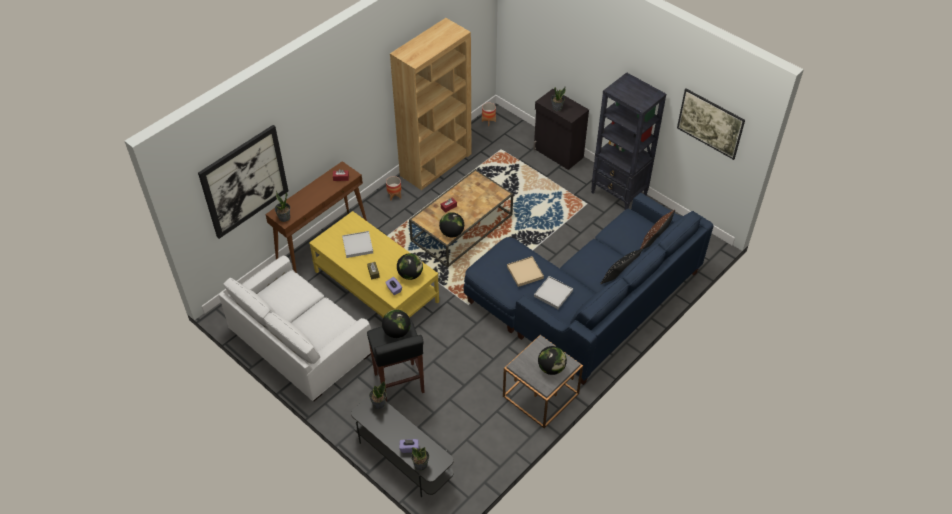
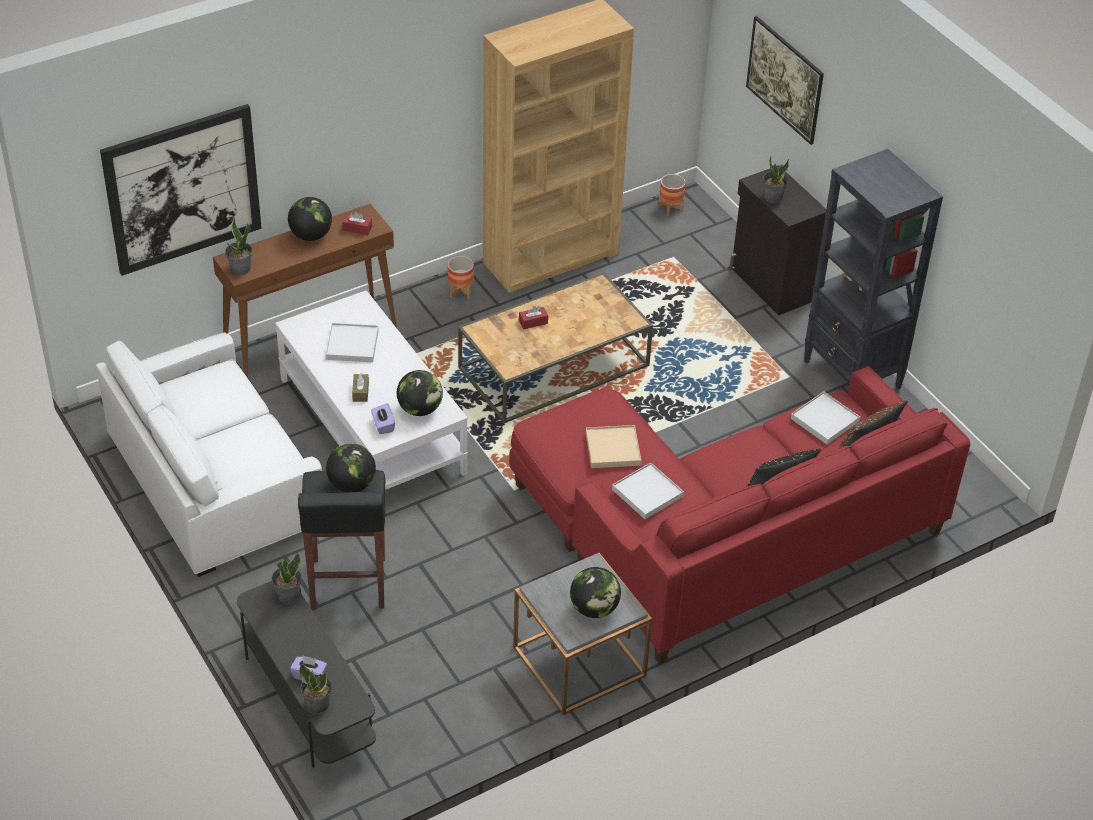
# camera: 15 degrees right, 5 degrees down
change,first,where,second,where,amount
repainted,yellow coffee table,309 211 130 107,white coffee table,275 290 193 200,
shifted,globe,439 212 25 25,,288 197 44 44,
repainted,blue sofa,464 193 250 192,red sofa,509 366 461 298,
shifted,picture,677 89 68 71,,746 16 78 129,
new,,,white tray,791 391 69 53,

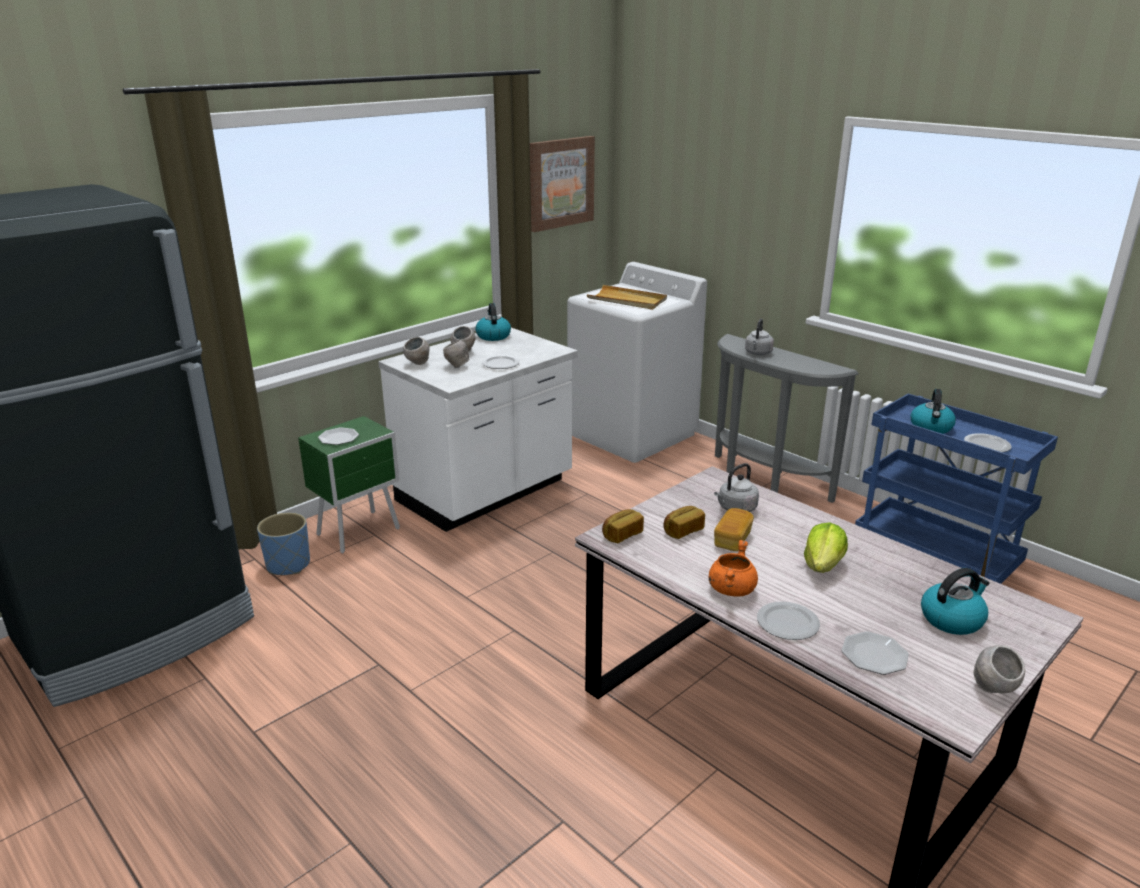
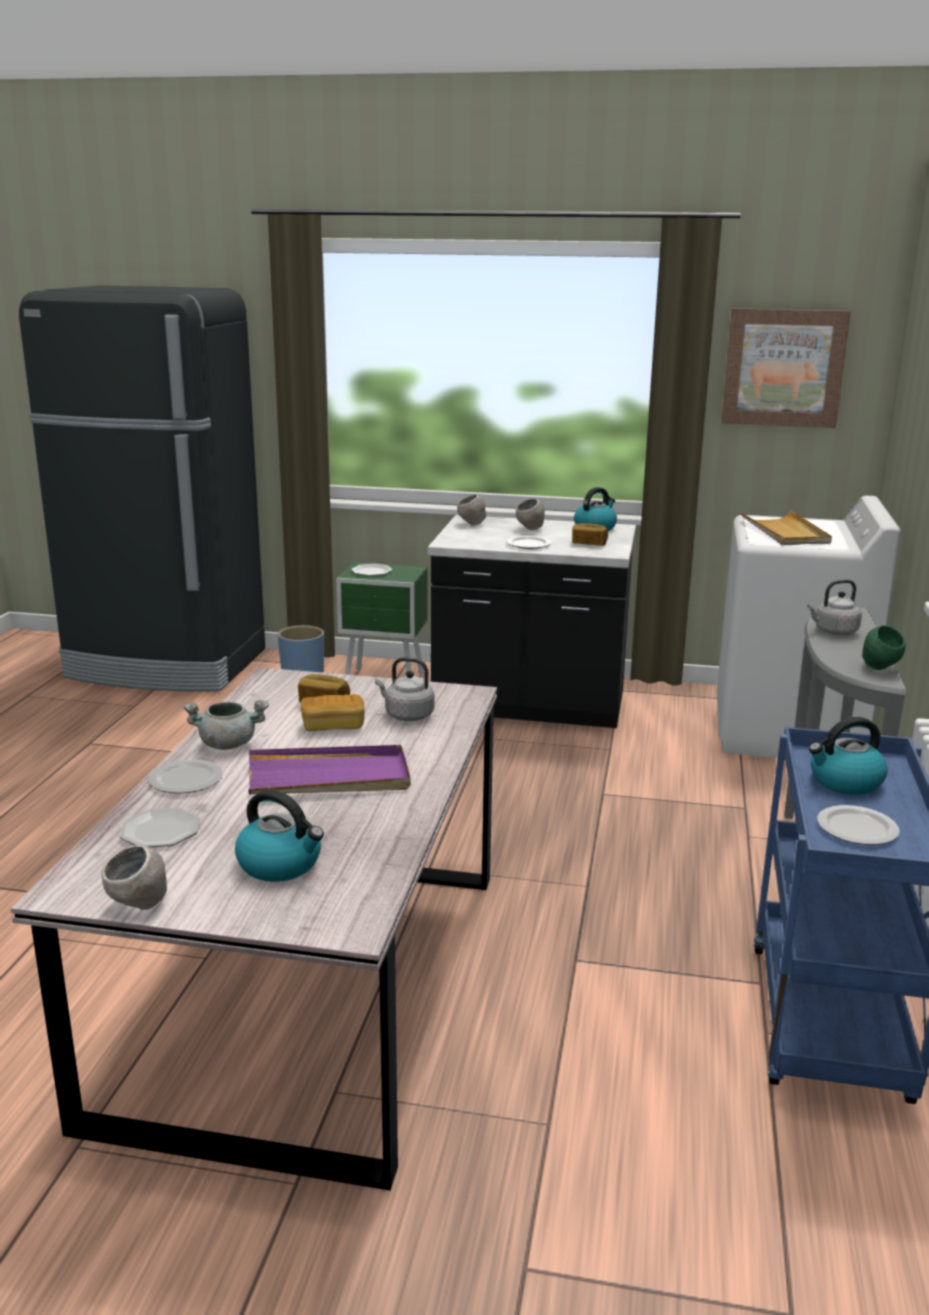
# camera: 55 degrees right, 5 degrees down
change,first,where,second,where,amount
repainted,white counter,378 328 200 204,black counter,428 515 208 213,
gone,grey bowl,443 340 27 28,,,
shifted,bread,602 509 42 34,,572 523 36 23,
repainted,orange cooking pot,709 540 49 57,grey cooking pot,184 700 85 50,
swapped,lettuce,804 522 44 51,purple tray,248 745 163 50,
new,,,green bowl,862 625 44 45,

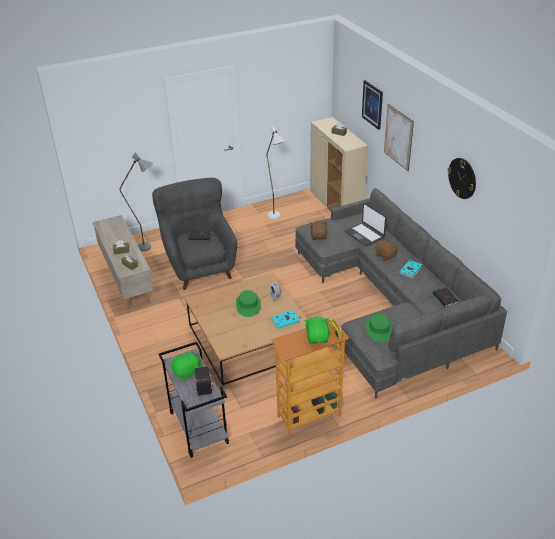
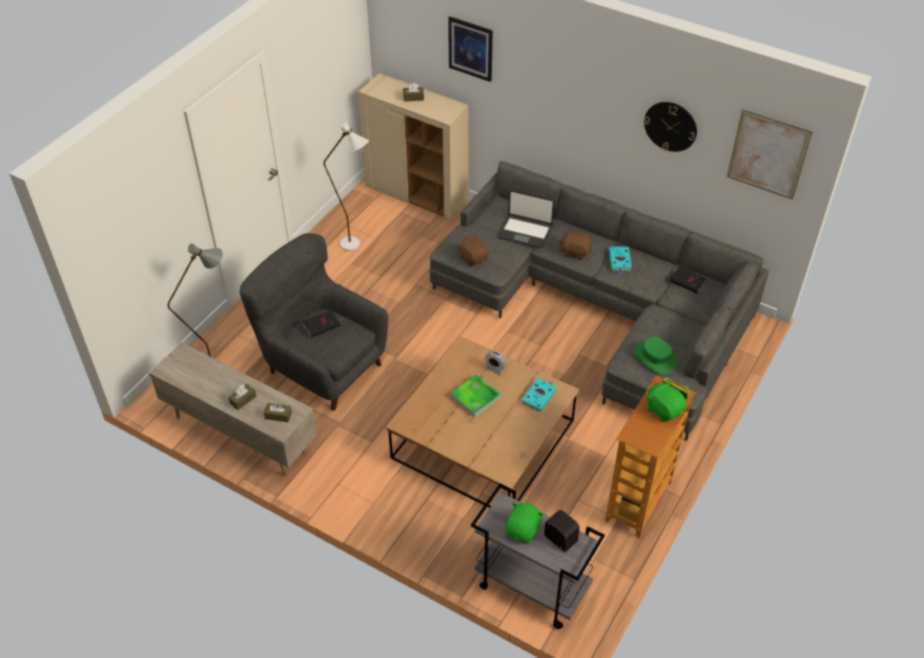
# camera: 35 degrees left, 10 degrees up
change,first,where,second,where,amount
swapped,green hat,236 290 25 27,tray,450 374 51 44,
shifted,picture,384 104 30 67,,727 110 85 90,

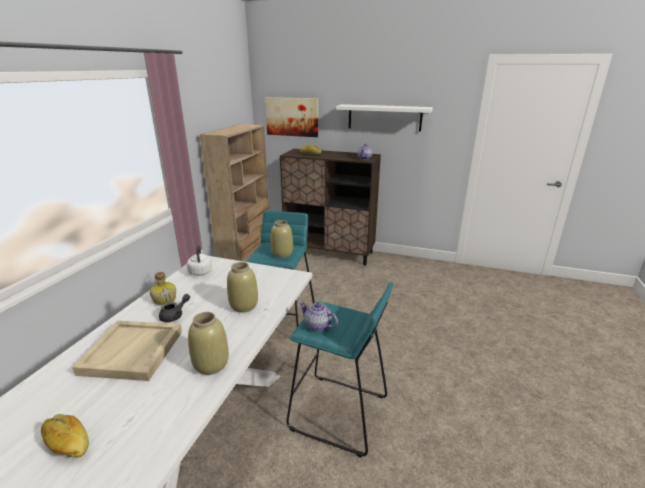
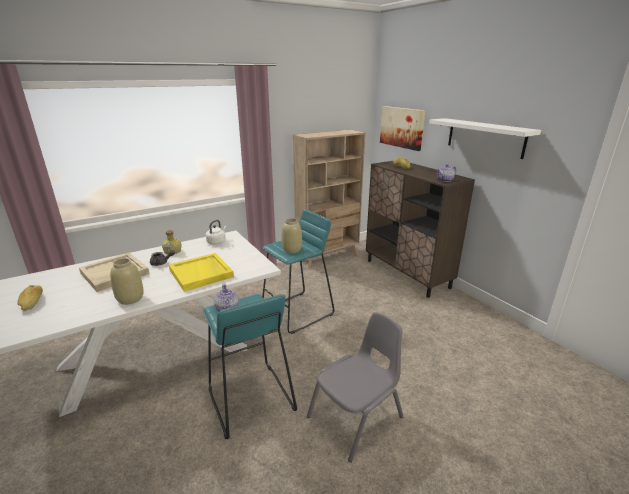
# camera: 40 degrees right, 0 degrees up
change,first,where,second,where,amount
swapped,beige vase,227 262 31 51,yellow tray,169 253 65 39,
new,,,grey chair,307 312 97 150,

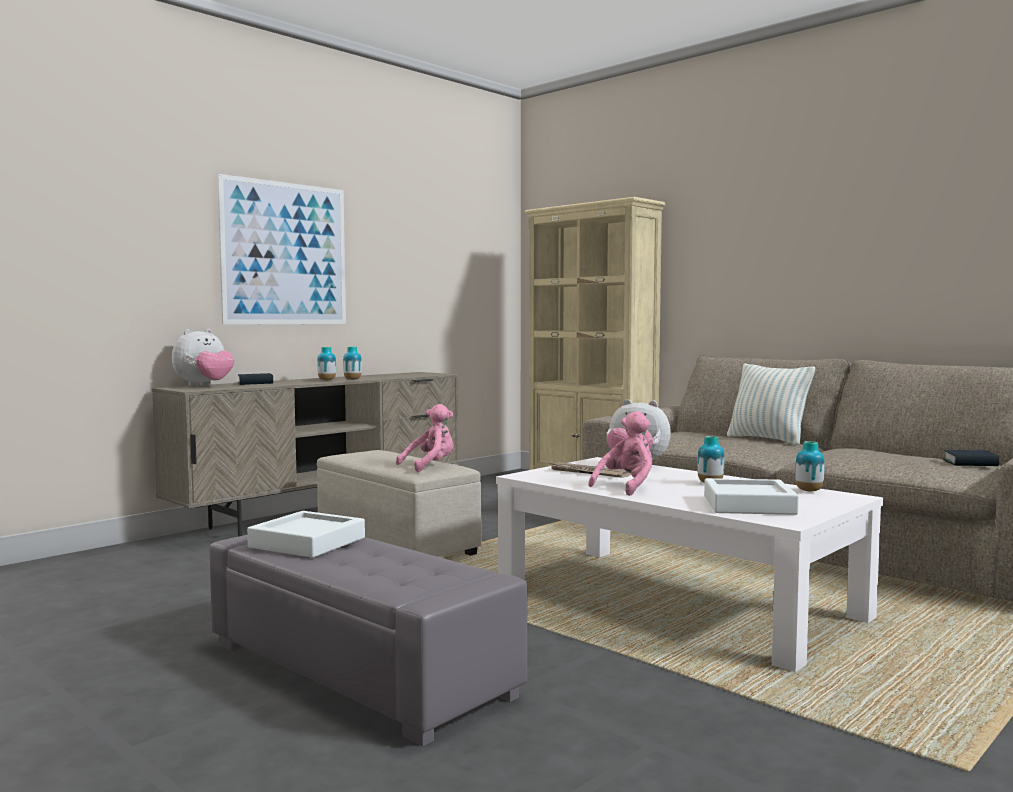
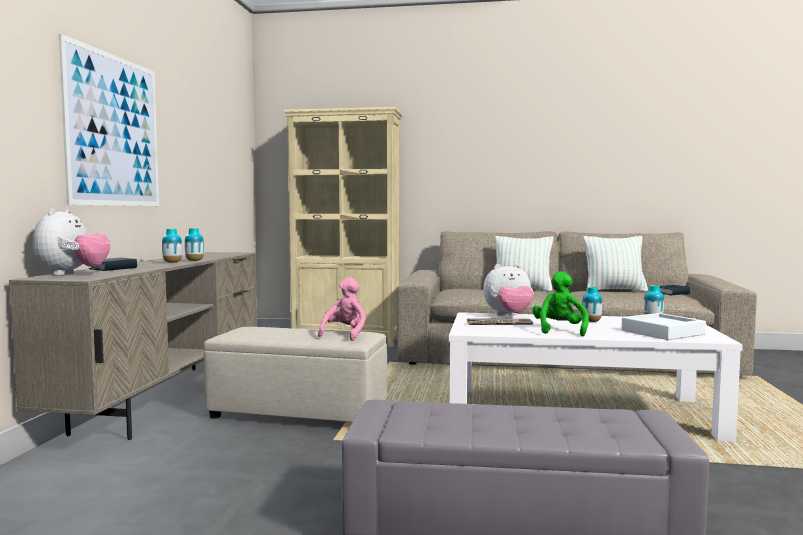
# camera: 35 degrees left, 0 degrees up
change,first,where,second,where,amount
gone,white tray,247 511 118 47,,,
repainted,pink plush toy,588 411 64 85,green plush toy,532 271 57 65,
new,,,pillow,583 236 65 56,

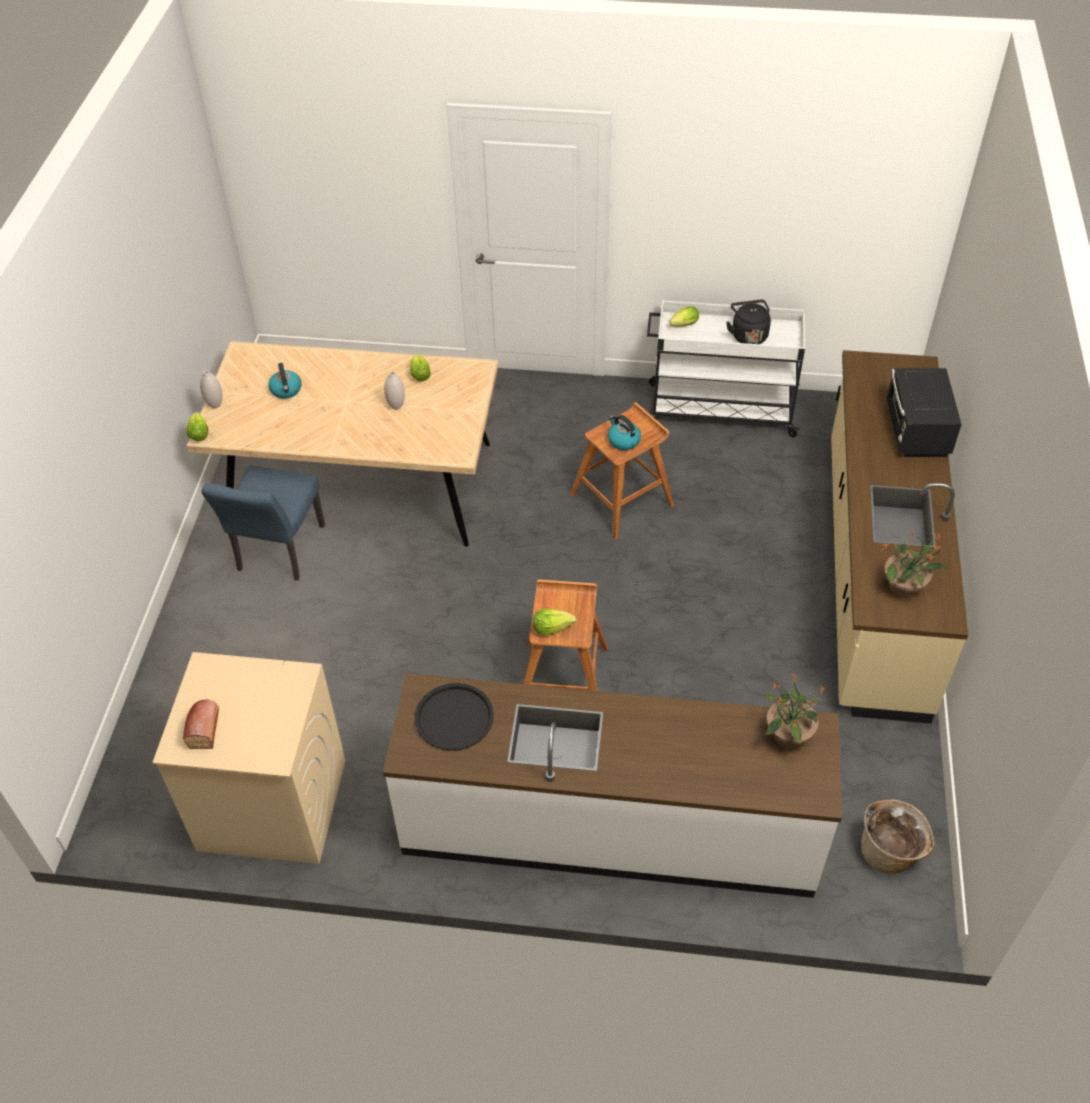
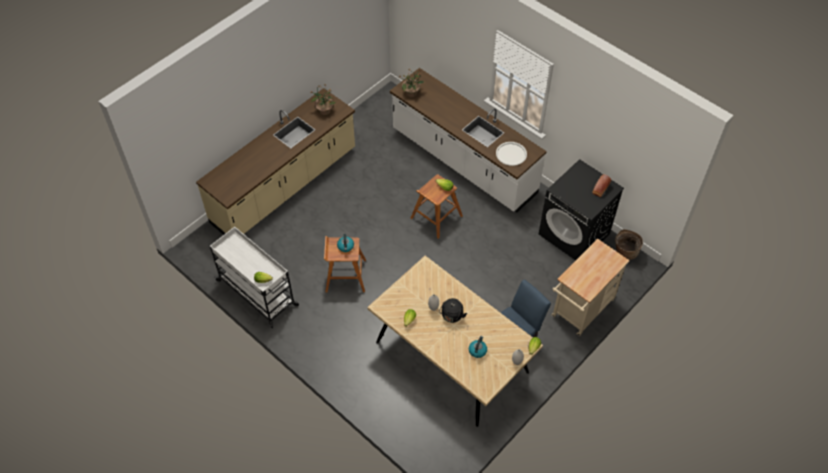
# camera: 145 degrees left, 5 degrees up
change,first,where,second,where,amount
repainted,beige washing machine,152 652 194 212,black washing machine,539 159 85 101,
repainted,black tray,415 683 79 67,white tray,496 142 31 24,
shifted,black kettle,726 300 45 44,,439 298 28 25,
shifted,basket,861 799 73 75,,615 229 28 31,
gone,black microwave,886 368 76 89,,,
new,,,beige cart,551 239 79 97,

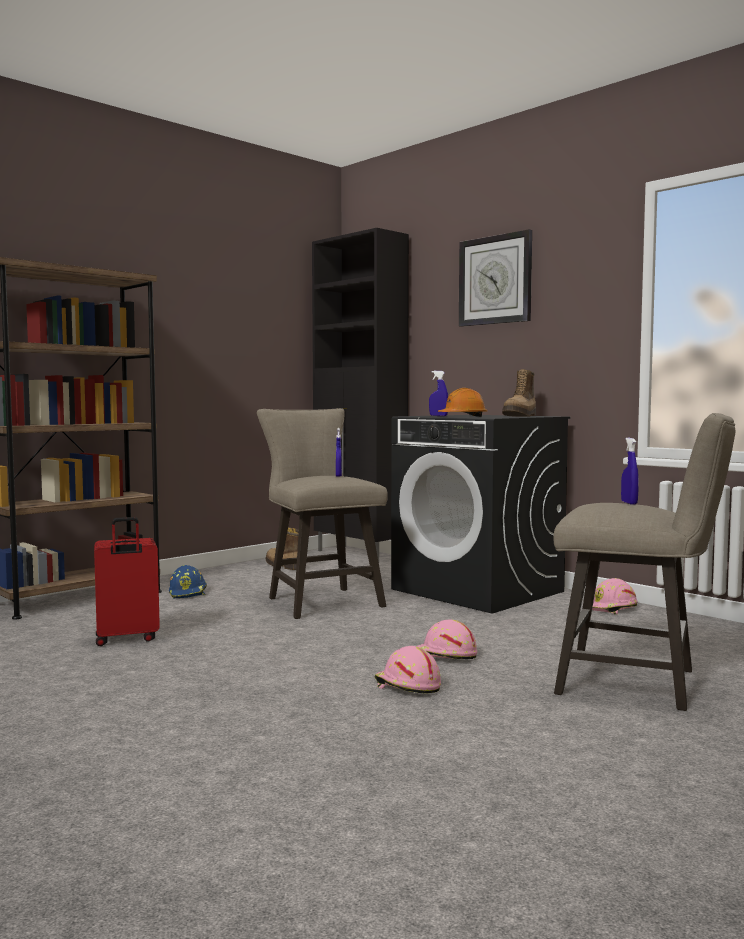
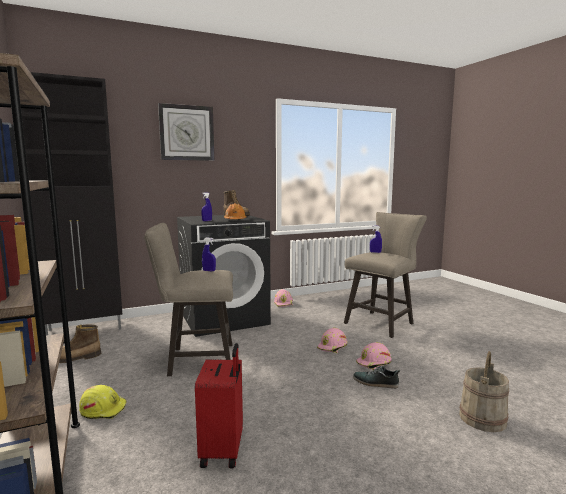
# camera: 70 degrees left, 5 degrees up
change,first,where,second,where,amount
repainted,blue hard hat,169 565 38 33,yellow hard hat,79 385 47 34,
new,,,shoe,353 366 47 23,
new,,,beige bucket,459 351 50 81,

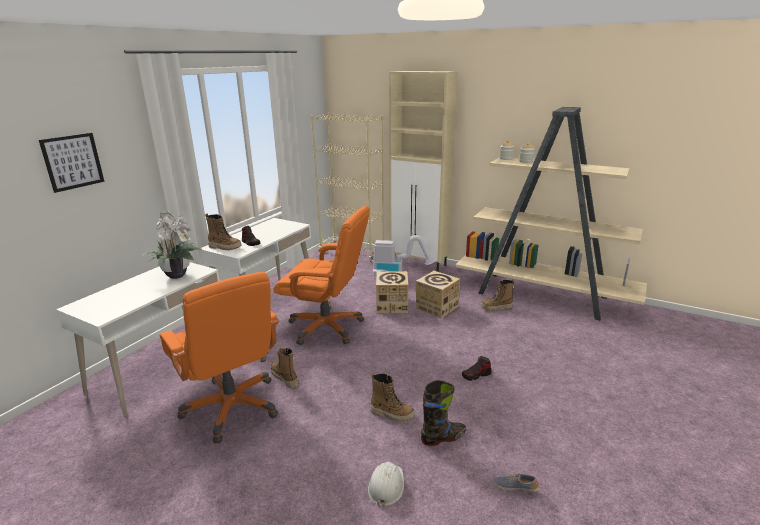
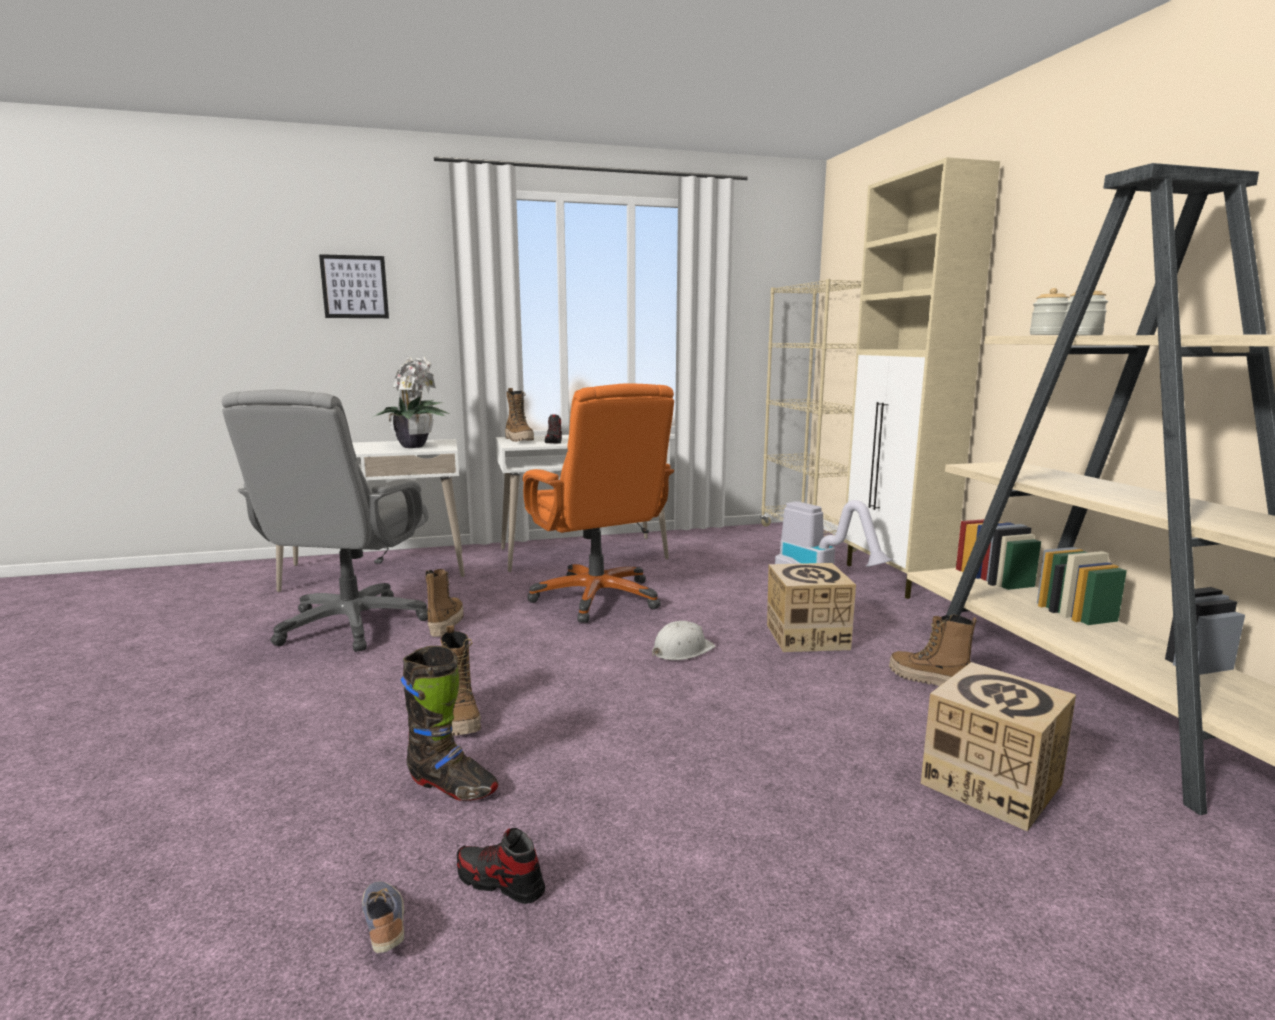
# camera: 45 degrees right, 10 degrees down
change,first,where,second,where,amount
repainted,orange office chair,159 272 120 171,grey office chair,222 389 206 263,
shifted,white hard hat,368 461 36 46,,652 621 63 39,
shifted,cardboard box,376 271 32 42,,921 662 155 170,
shifted,shoe,462 356 30 25,,457 828 88 76,

